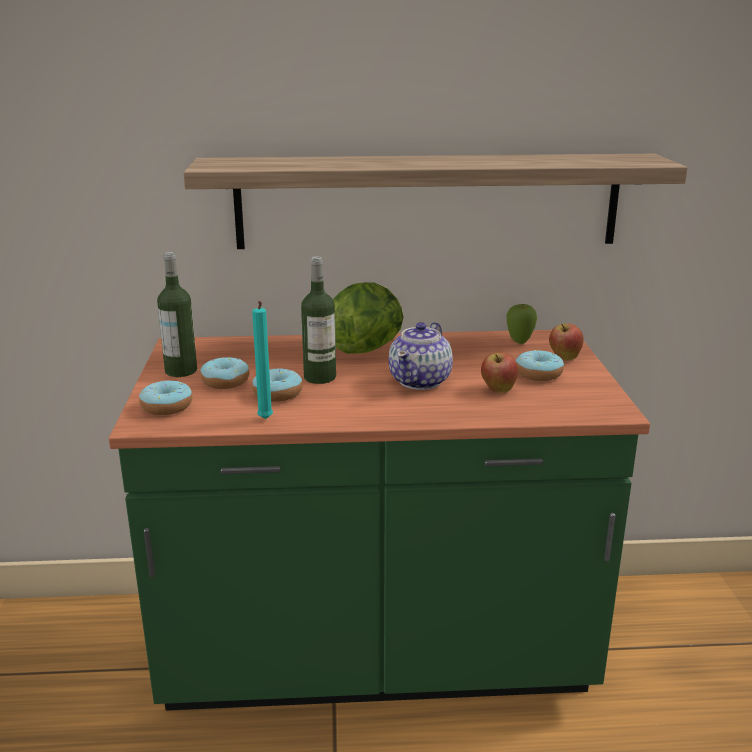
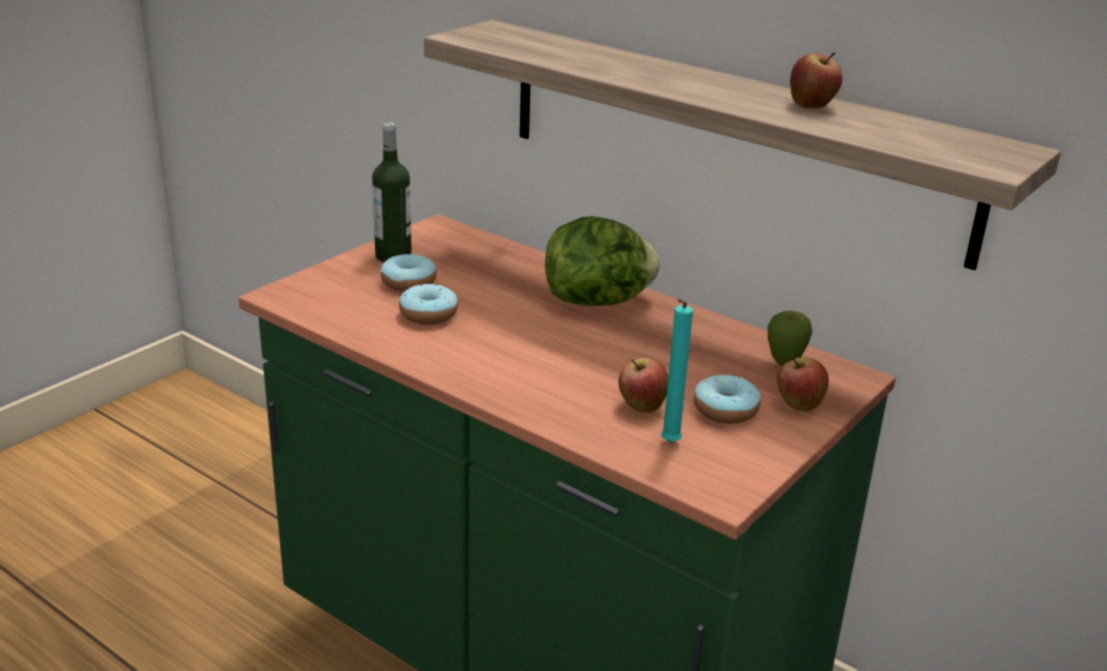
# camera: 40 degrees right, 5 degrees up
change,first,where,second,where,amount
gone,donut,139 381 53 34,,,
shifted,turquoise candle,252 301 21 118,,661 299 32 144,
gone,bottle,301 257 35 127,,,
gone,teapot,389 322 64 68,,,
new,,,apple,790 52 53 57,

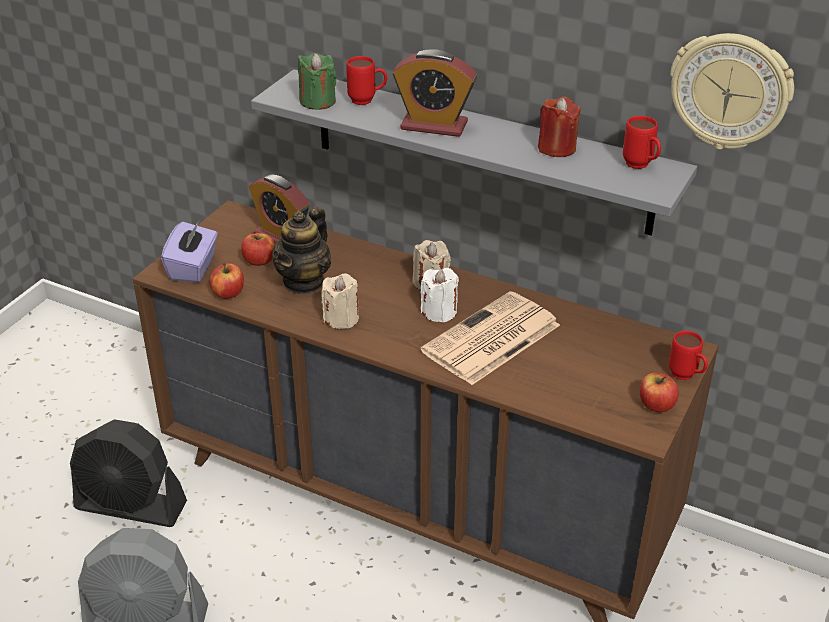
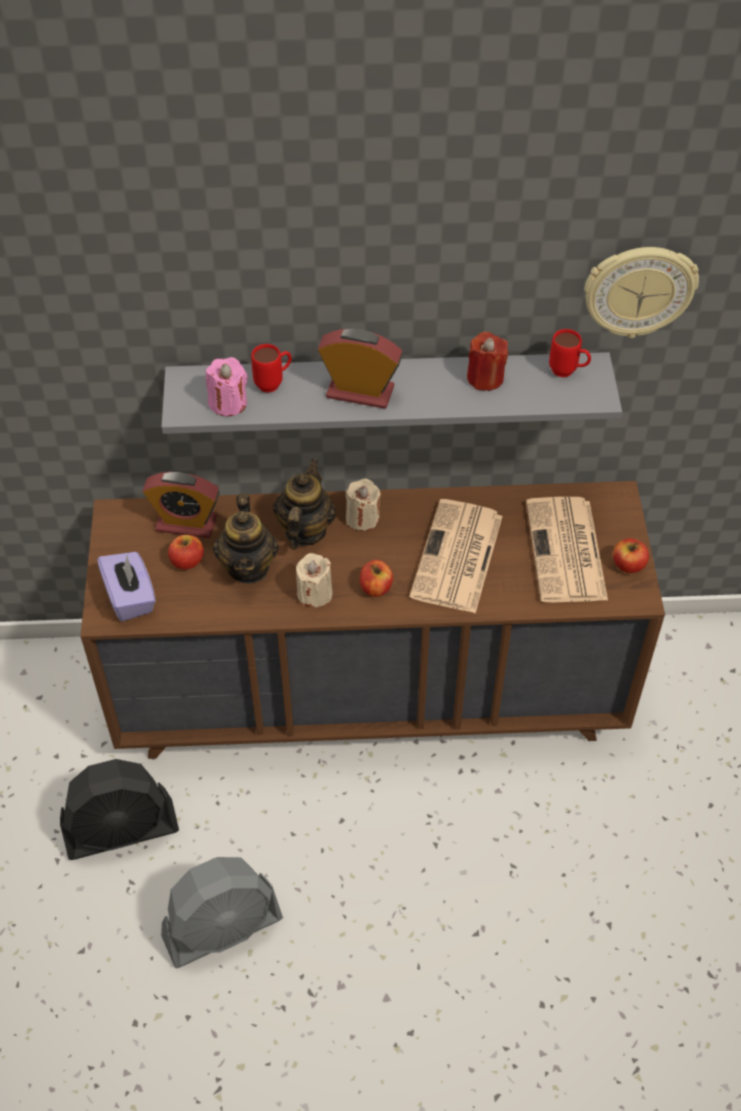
# camera: 30 degrees left, 15 degrees up
change,first,where,second,where,amount
shifted,apple,210 263 34 36,,359 560 34 37,
repainted,green candle,298 53 39 57,pink candle,206 357 42 59,
rotated,alarm clock,393 49 84 88,,318 329 85 80,150 degrees counterclockwise
gone,white candle,420 268 39 55,,,
gone,red mug,669 331 39 49,,,
new,,,teapot,273 459 63 91,
new,,,newspaper,526 497 82 106,

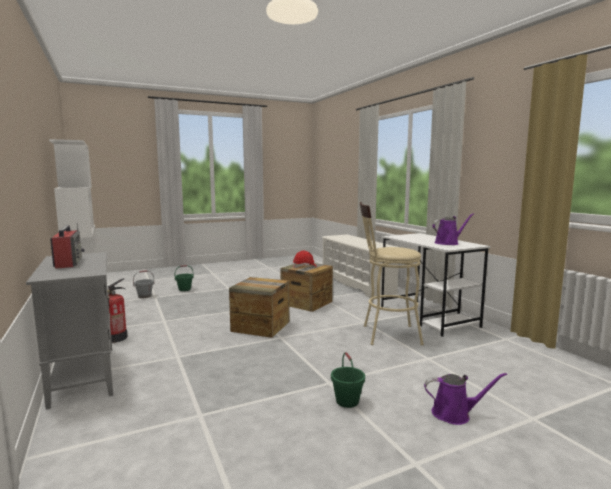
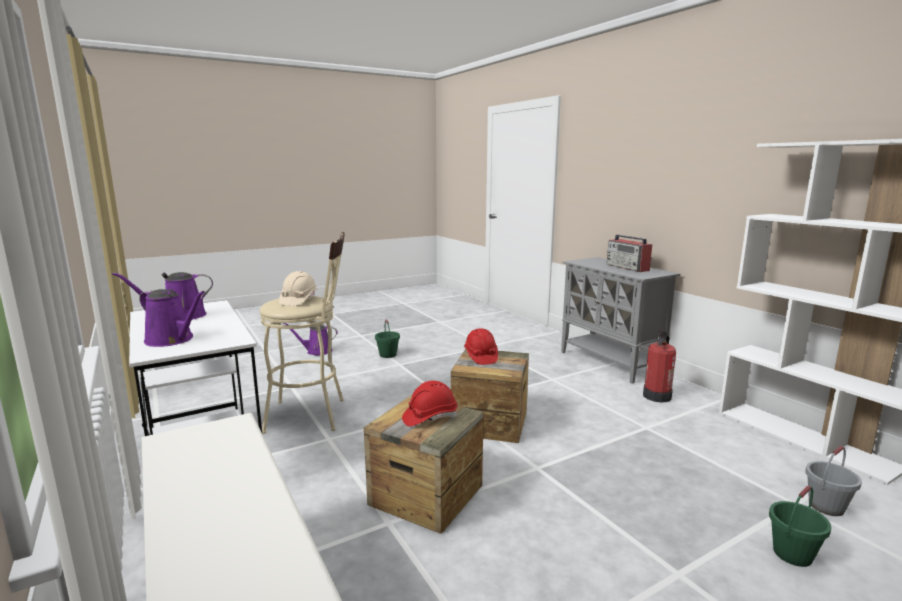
# camera: 175 degrees right, 5 degrees up
change,first,where,second,where,amount
new,,,purple watering can,139 289 66 58,
new,,,beige hard hat,279 271 39 35,
new,,,red hard hat,464 328 34 37,

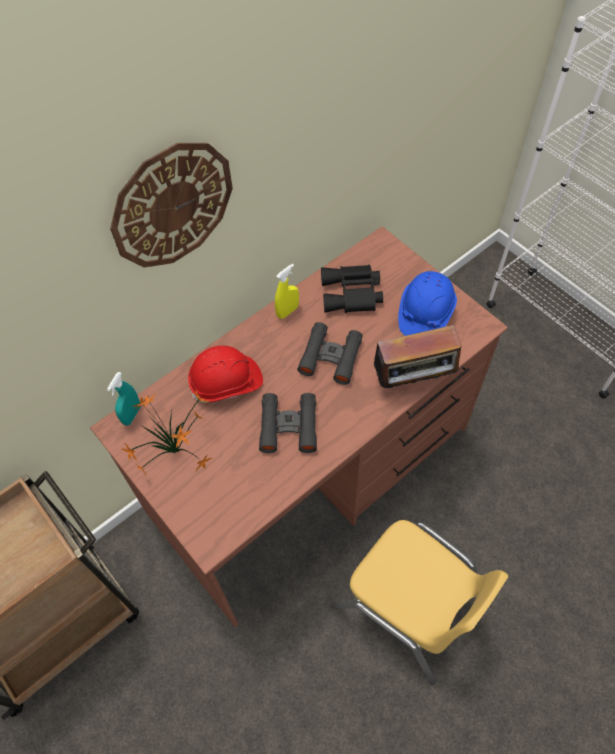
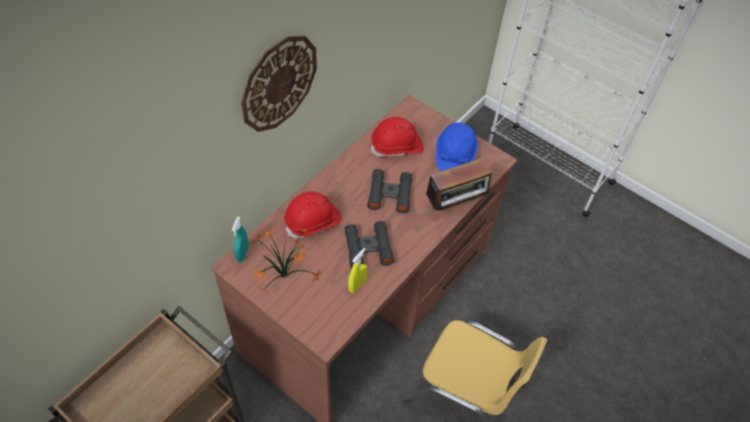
# camera: 15 degrees left, 5 degrees down
change,first,where,second,where,amount
shifted,yellow spray bottle,275 264 24 55,,348 248 19 45,
swapped,black binoculars,321 264 62 49,red hard hat,371 117 52 40,

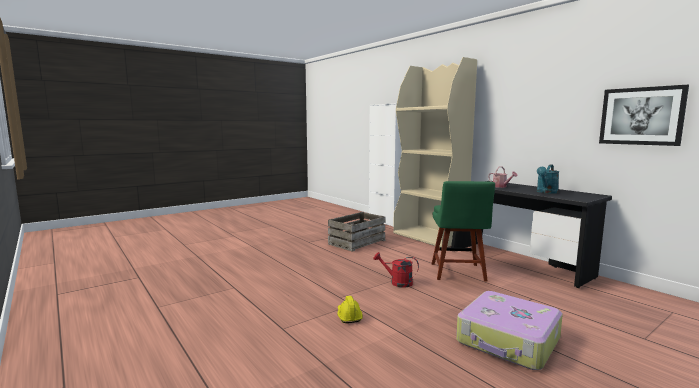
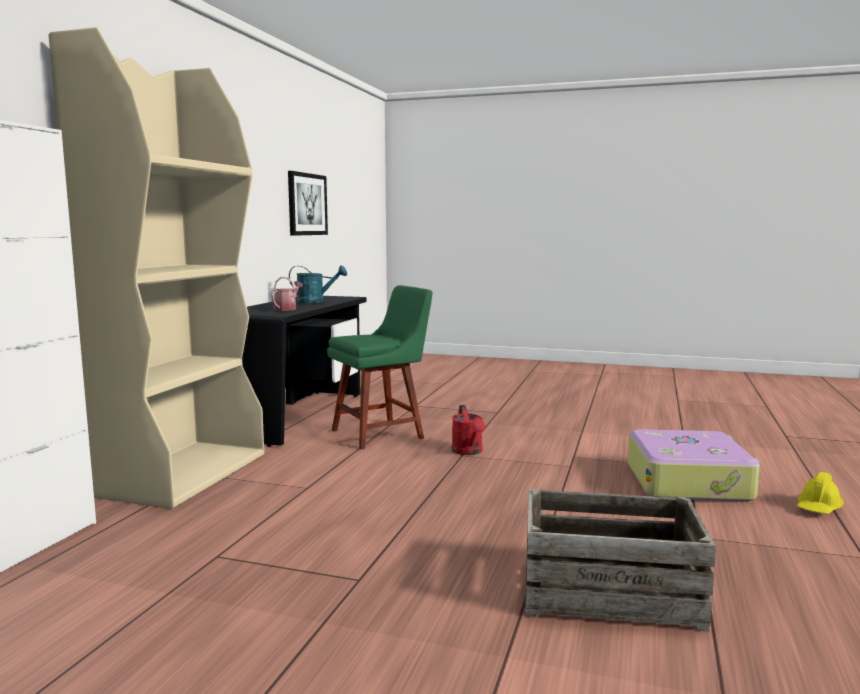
# camera: 125 degrees left, 0 degrees up
change,first,where,second,where,amount
shifted,crate,328 212 58 40,,525 489 191 143,
shifted,yellow hard hat,337 296 26 27,,797 472 46 42,
shifted,suitcase,456 291 107 79,,628 429 133 73,

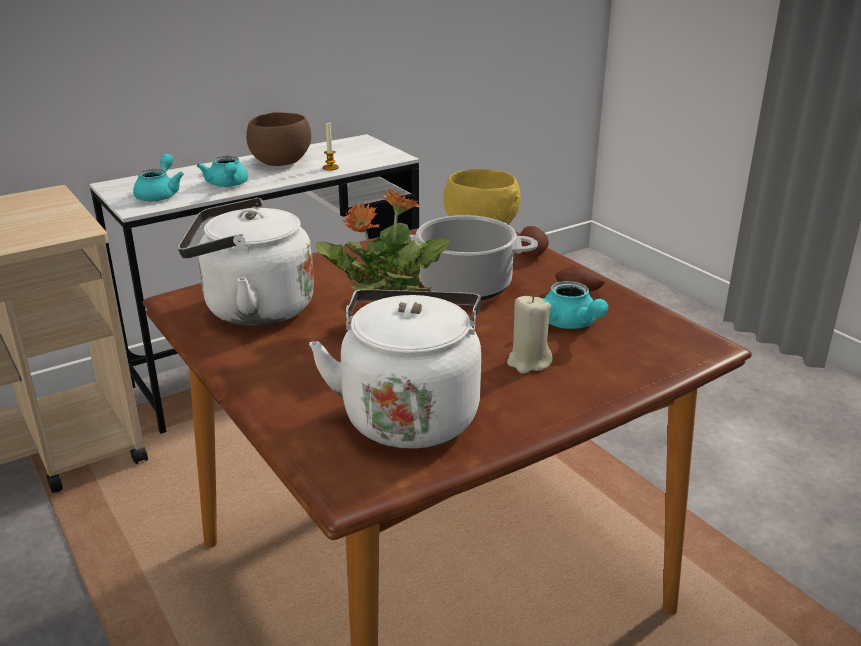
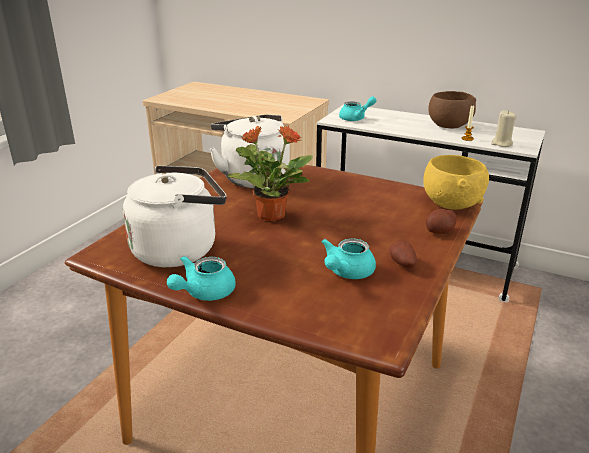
# camera: 60 degrees right, 0 degrees up
change,first,where,second,where,amount
shifted,turquoise teapot,197 156 51 31,,167 256 69 45,
gone,cooking pot,410 215 128 85,,,
shifted,beige candle,507 296 46 78,,491 110 26 37,

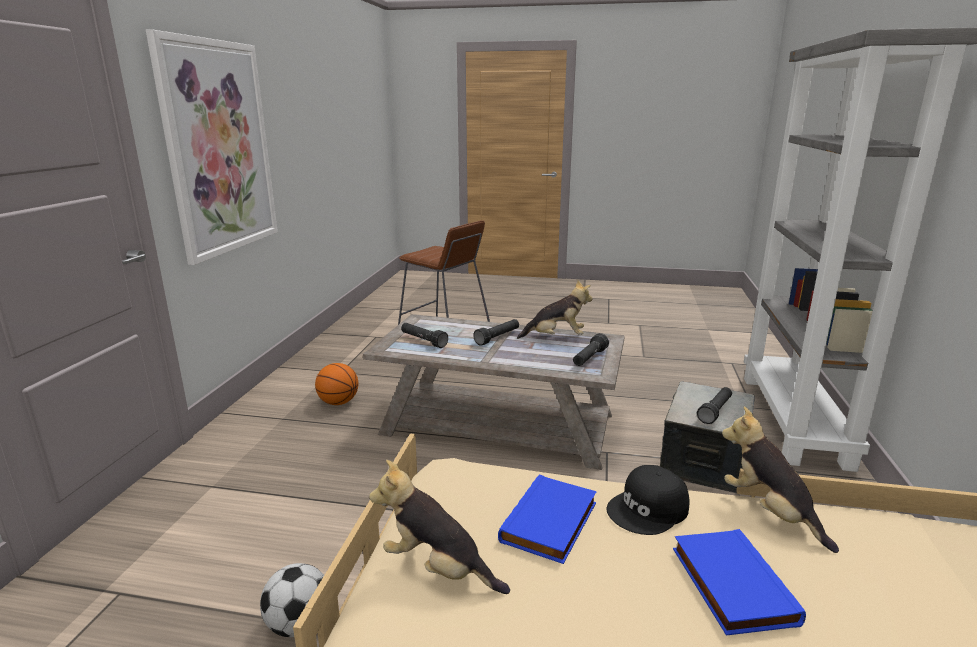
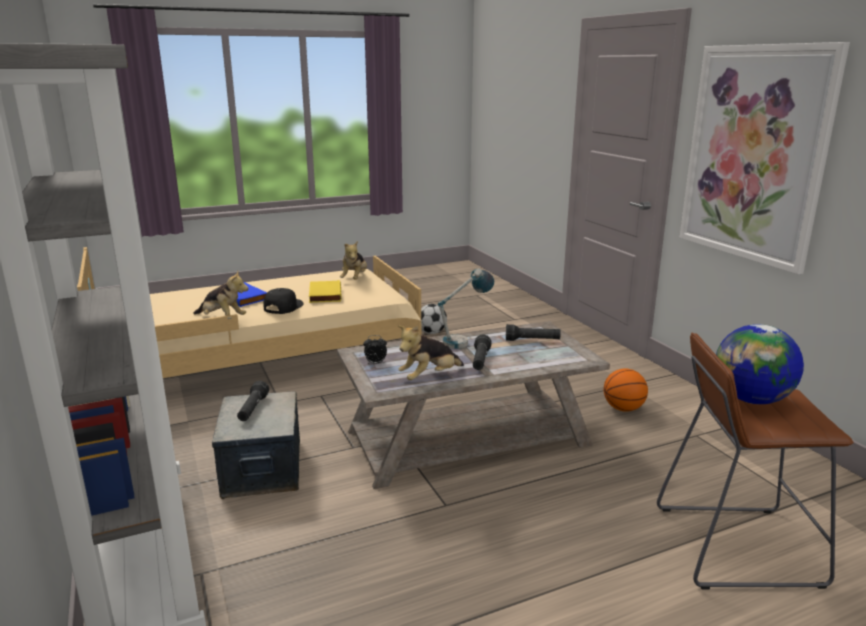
# camera: 145 degrees right, 0 degrees up
change,first,where,second,where,amount
rotated,plush toy,369 460 141 134,,340 241 27 39,105 degrees clockwise
repainted,blue book,498 474 99 90,yellow book,309 280 33 23,
swapped,black flashlight,573 333 36 33,alarm clock,363 335 24 29,
new,,,table lamp,438 268 56 81,
new,,,globe,716 324 88 80,

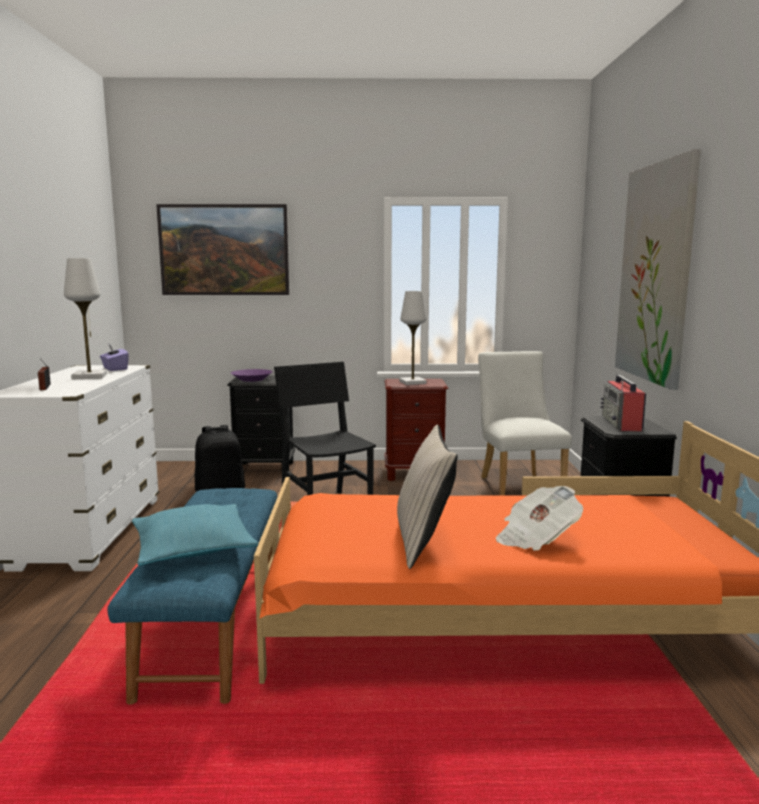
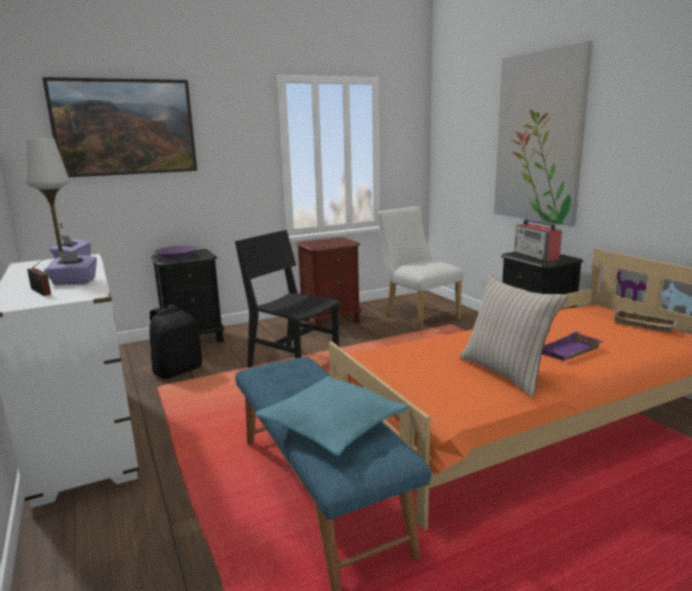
# camera: 25 degrees left, 5 degrees up
change,first,where,second,where,amount
gone,white table lamp,399 291 28 94,,,
swapped,newspaper,496 486 87 65,purple tray,542 331 61 30,
new,,,purple tissue box,45 251 52 34,
new,,,beige tray,613 309 65 24,

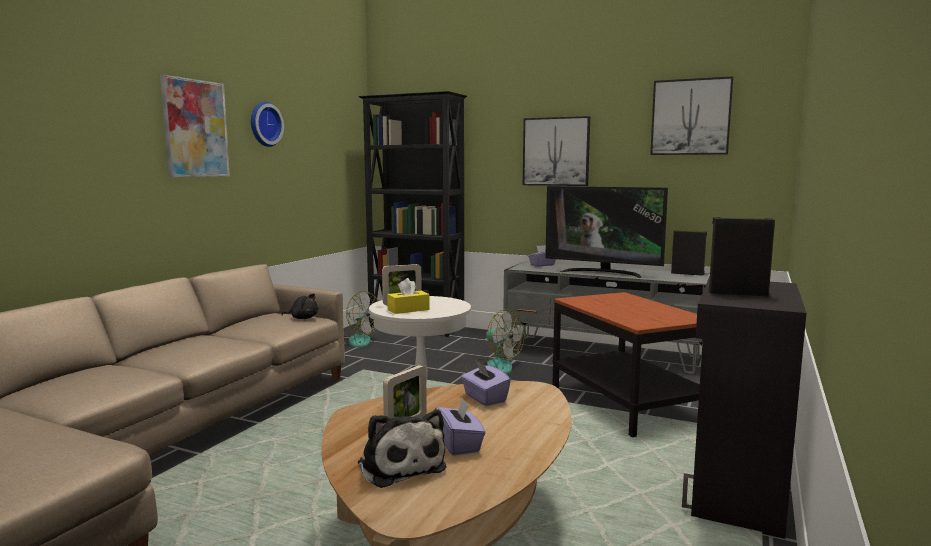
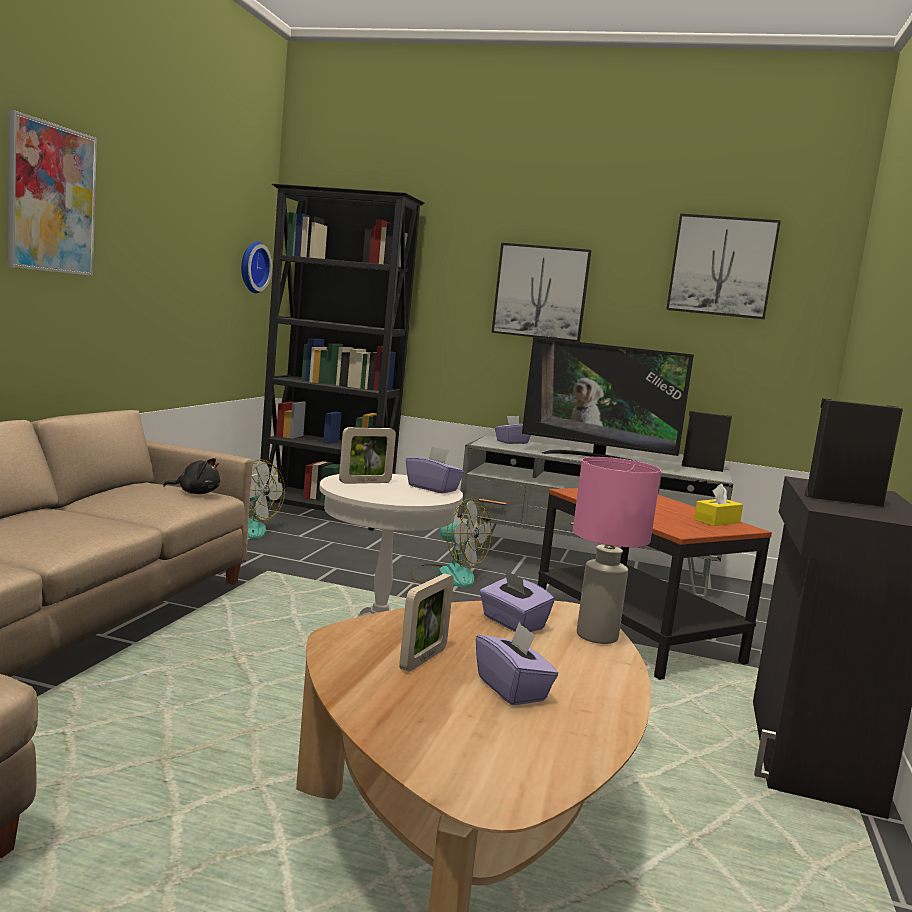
# camera: 10 degrees left, 0 degrees up
change,first,where,second,where,amount
shifted,wall clock,251 102 33 45,,241 241 31 52,
gone,plush toy,358 409 88 79,,,
shifted,yellow tissue box,387 278 43 36,,694 484 49 42,
new,,,purple tissue box,406 446 58 47,
new,,,pink table lamp,573 457 88 187,

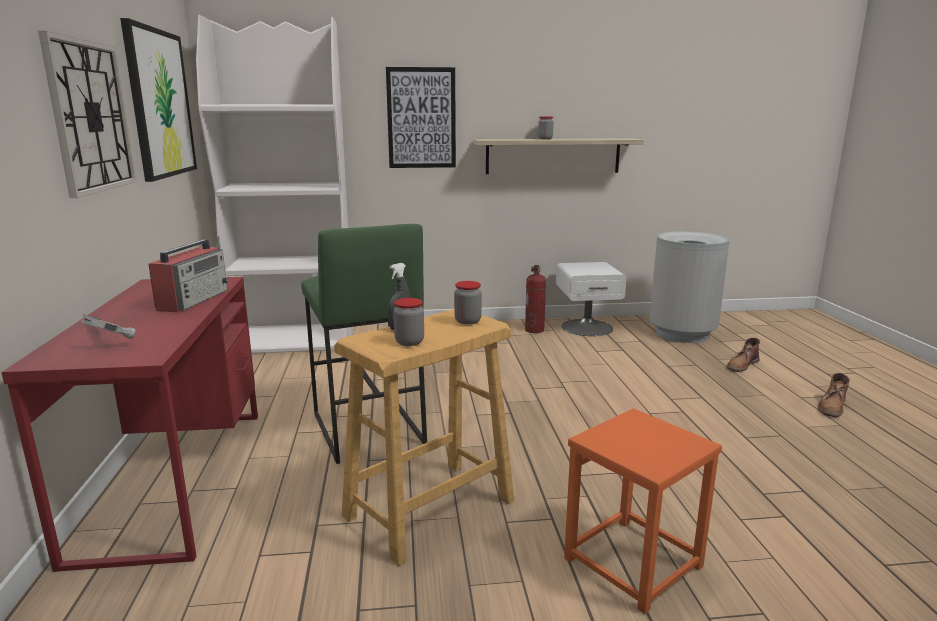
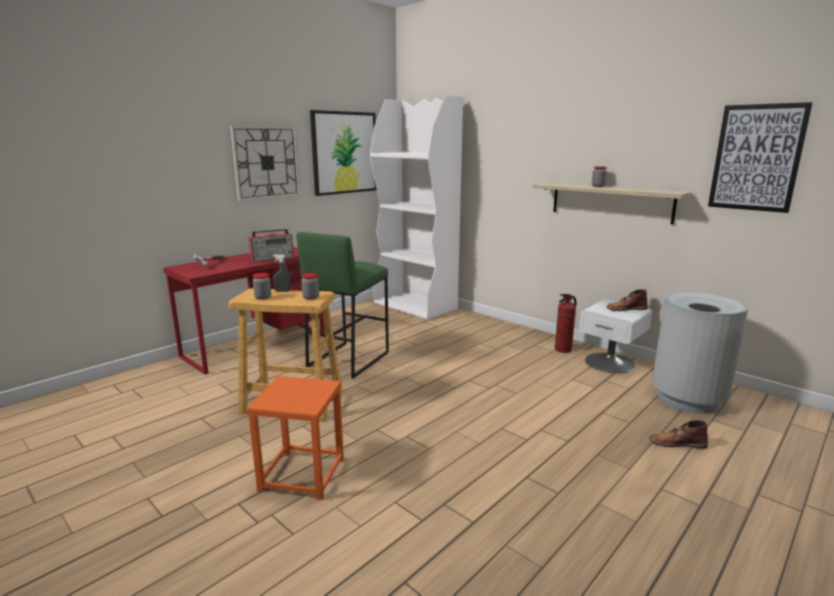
# camera: 50 degrees right, 0 degrees up
change,first,where,second,where,amount
shifted,picture,386 67 70 101,,708 102 105 111,
shifted,brown boot,818 373 32 44,,606 289 42 22,

